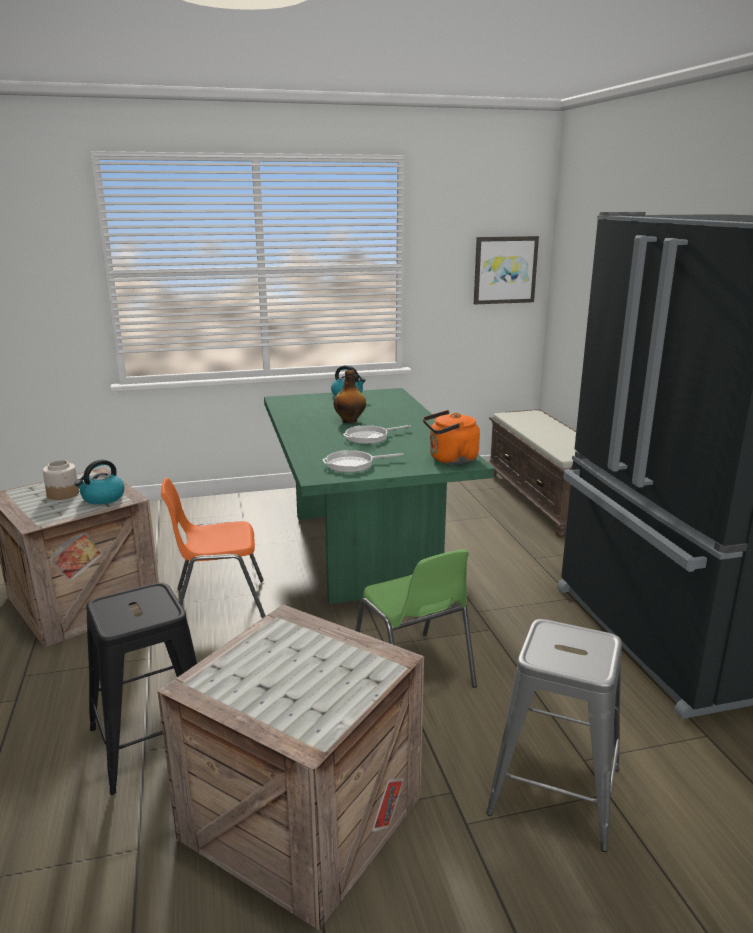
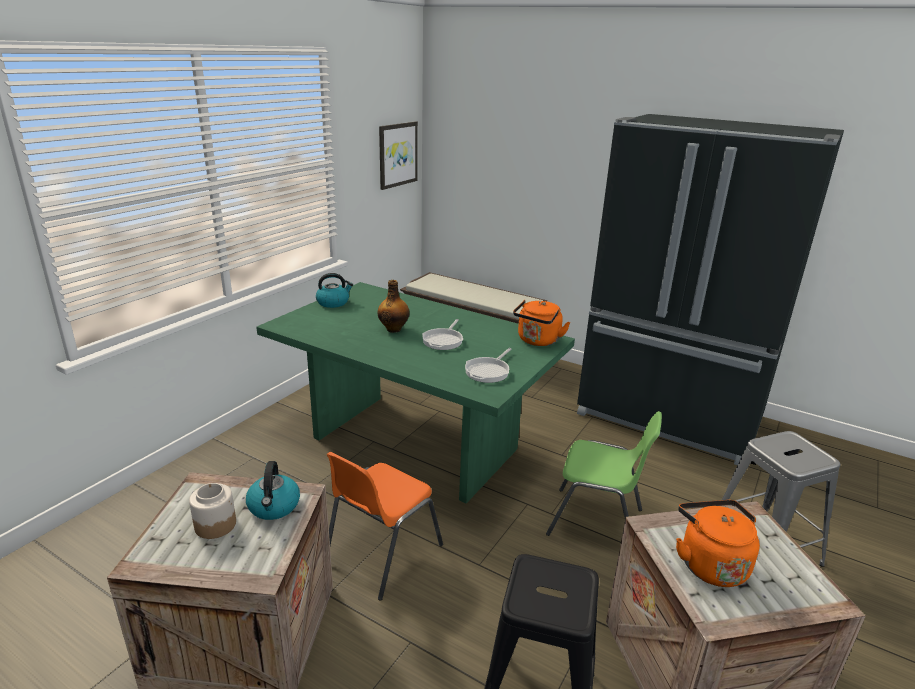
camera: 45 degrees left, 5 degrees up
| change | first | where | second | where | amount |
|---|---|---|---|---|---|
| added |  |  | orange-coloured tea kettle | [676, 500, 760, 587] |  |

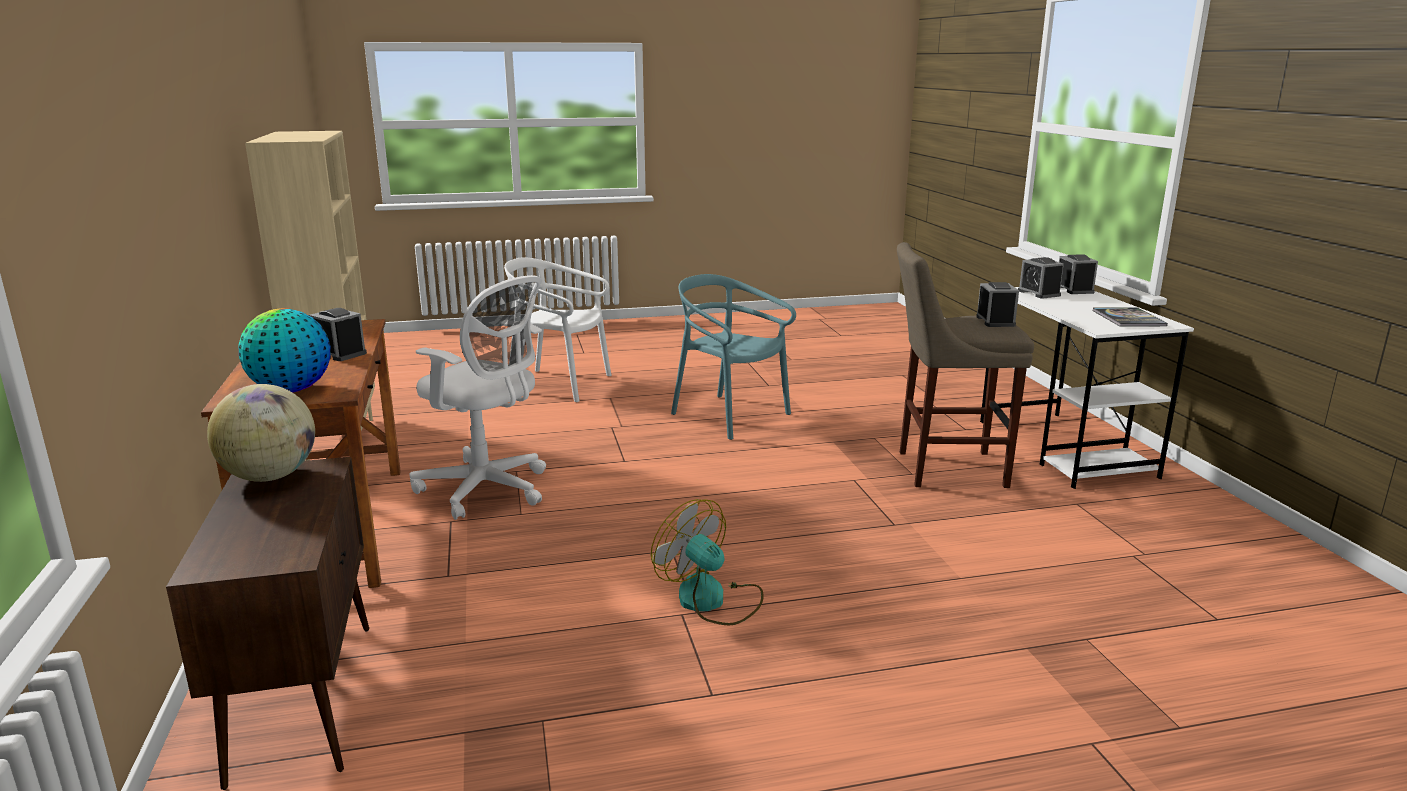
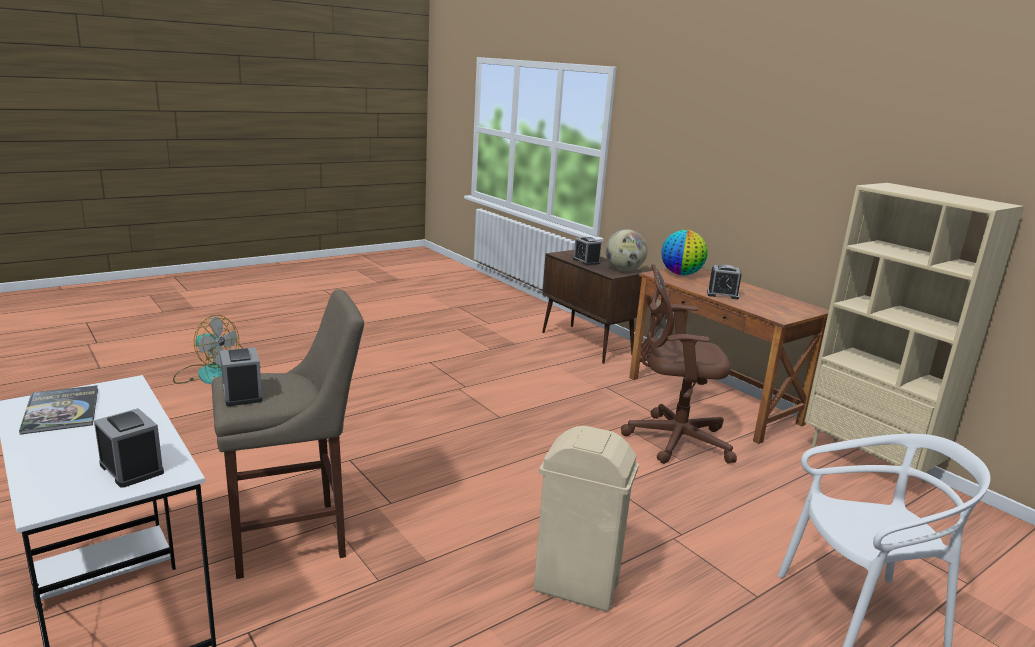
camera: 155 degrees right, 0 degrees up
| change | first | where | second | where | amount |
|---|---|---|---|---|---|
| moved | alarm clock | [1059, 254, 1098, 294] |  | [573, 237, 602, 265] |  |
| replaced | blue-green chair | [671, 274, 796, 440] | beige-coloured trash can | [534, 426, 639, 612] |  |
| recoloured | white-coloured computer chair | [409, 275, 546, 520] | brownish computer chair | [621, 264, 737, 464] |  |
| moved | electric fan | [651, 499, 764, 625] |  | [173, 315, 239, 384] |  |

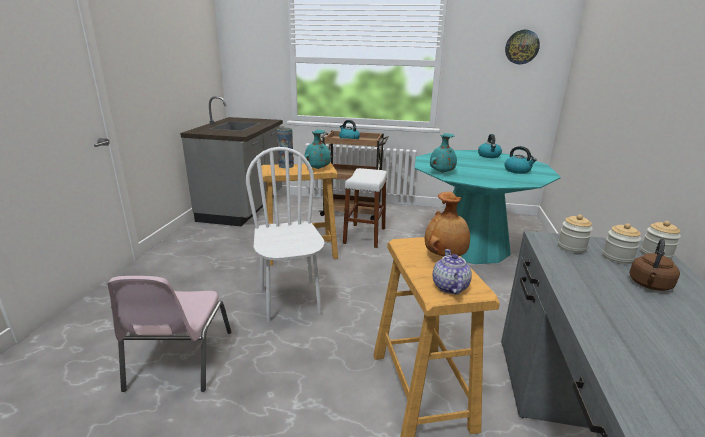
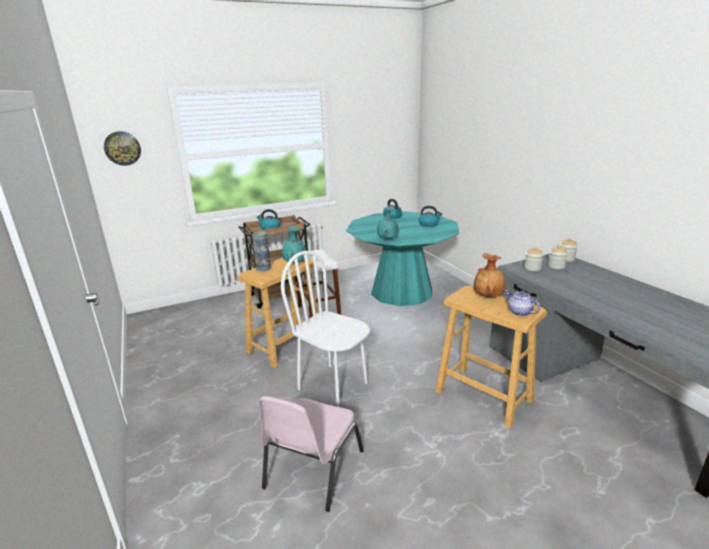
camera: 35 degrees left, 0 degrees up
| change | first | where | second | where | amount |
|---|---|---|---|---|---|
| moved | clock on the wall | [505, 30, 540, 64] |  | [104, 131, 141, 166] |  |
| removed | grey counter | [180, 96, 283, 226] |  |  |  |
| removed | brownish tea kettle | [629, 239, 680, 291] |  |  |  |
| turned | pinkish chair | [108, 276, 231, 392] |  | [259, 396, 364, 512] | 60 degrees clockwise |

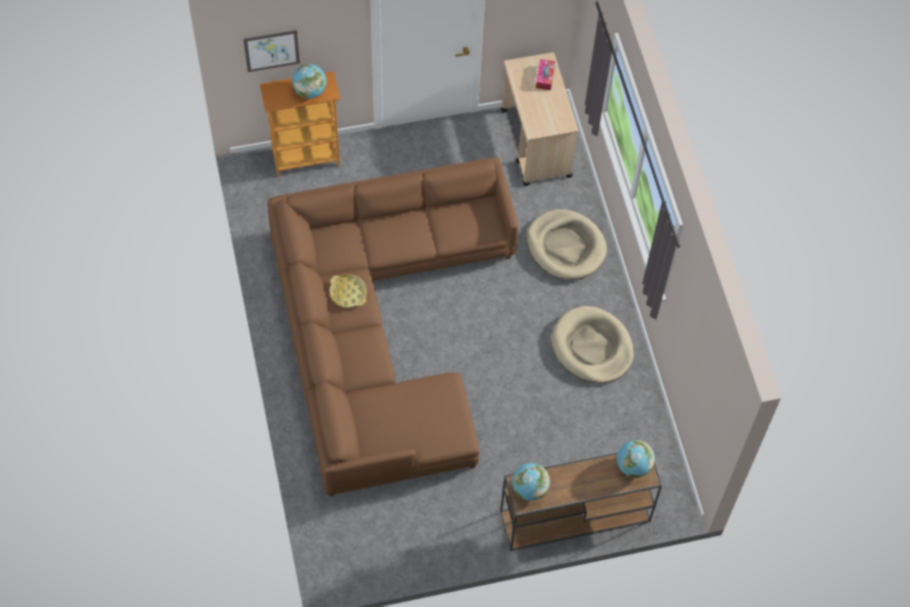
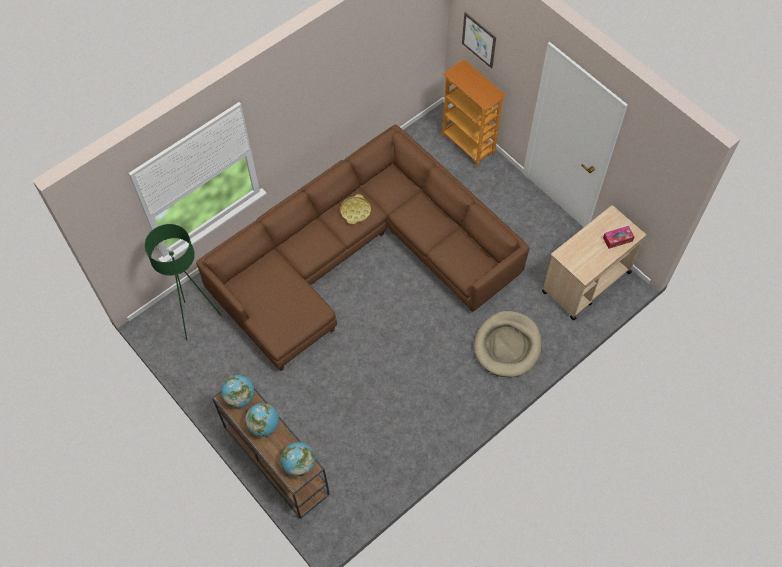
camera: 65 degrees right, 0 degrees up
| change | first | where | second | where | amount |
|---|---|---|---|---|---|
| moved | world globe | [292, 64, 327, 98] |  | [245, 403, 279, 437] |  |
| removed | beige-coloured pet bed | [552, 306, 634, 383] |  |  |  |
| added |  |  | green-coloured floor lamp | [145, 224, 221, 341] |  |

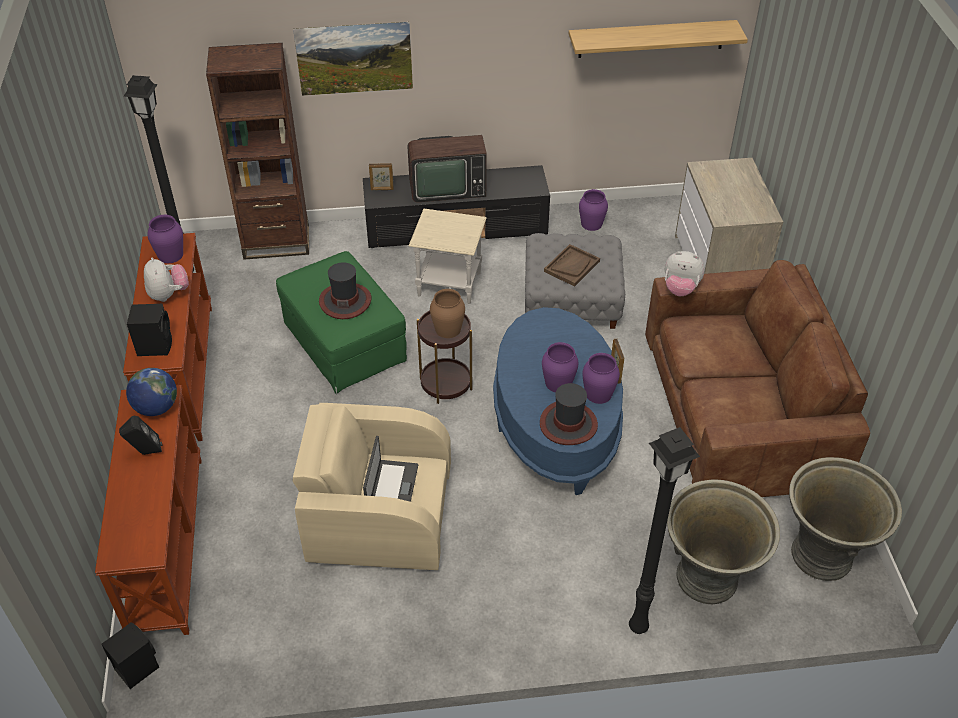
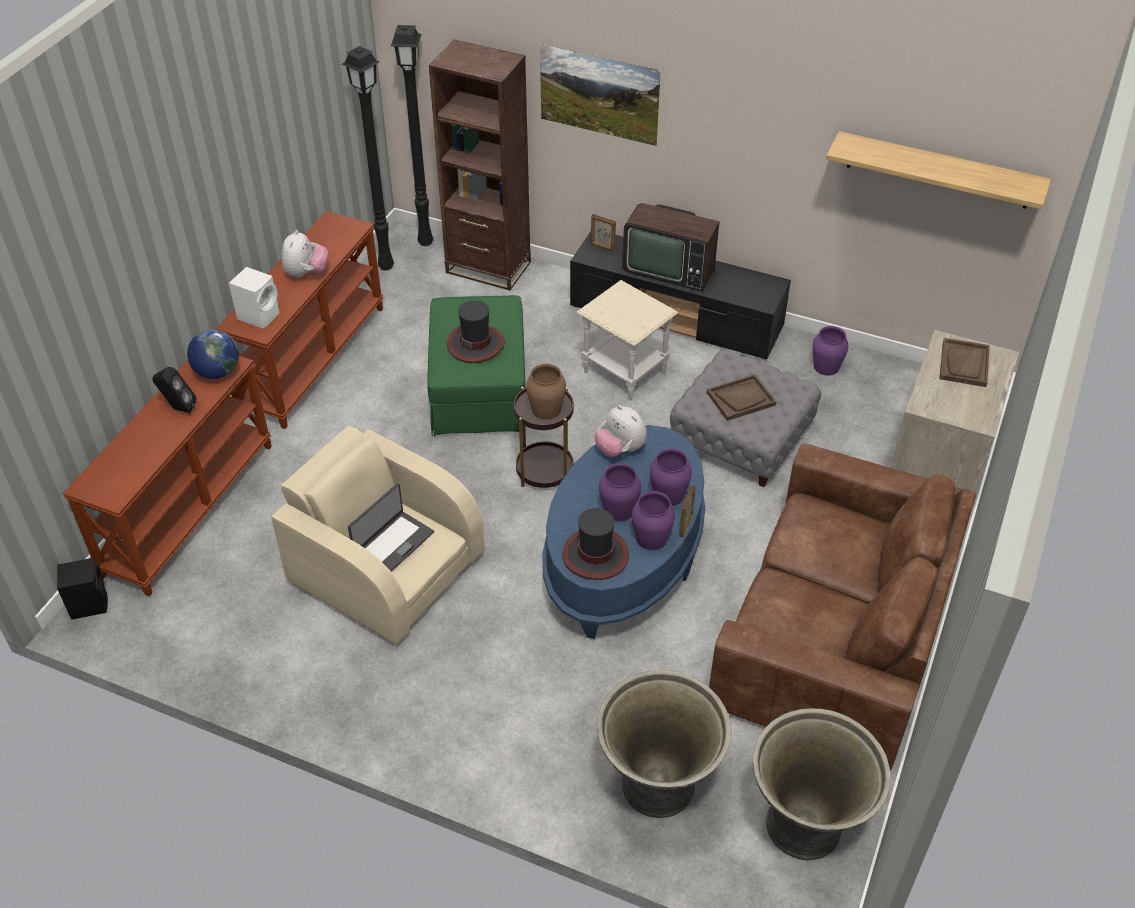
camera: 30 degrees right, 0 degrees up
| change | first | where | second | where | amount |
|---|---|---|---|---|---|
| moved | purplish flower vase | [147, 215, 183, 263] |  | [650, 448, 692, 506] |  |
| moved | soft toy | [665, 251, 705, 296] |  | [595, 405, 647, 457] |  |
| recoloured | black loudspeaker | [127, 303, 172, 356] | white-coloured loudspeaker | [229, 267, 279, 329] |  |
| moved | black floor lamp | [629, 427, 700, 634] |  | [391, 25, 433, 246] |  |
| added |  |  | brownish carrying tray | [939, 338, 990, 387] |  |

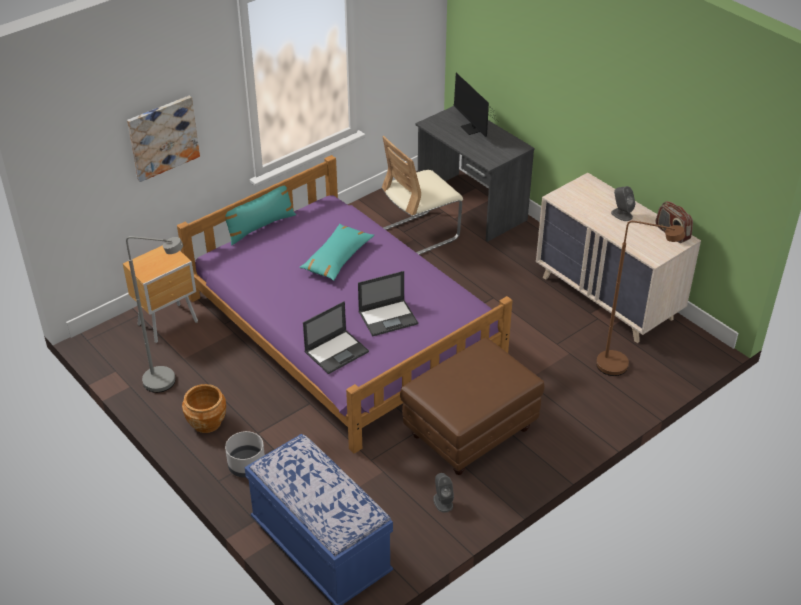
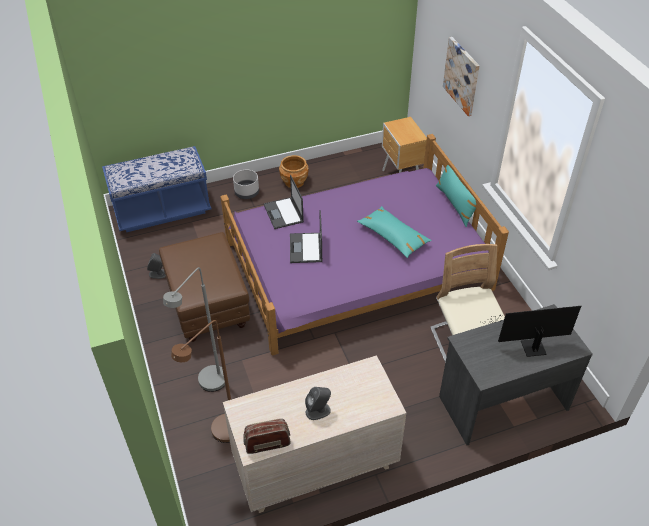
camera: 110 degrees right, 5 degrees up
| change | first | where | second | where | amount |
|---|---|---|---|---|---|
| moved | grey floor lamp | [126, 236, 183, 393] |  | [163, 267, 225, 392] |  |

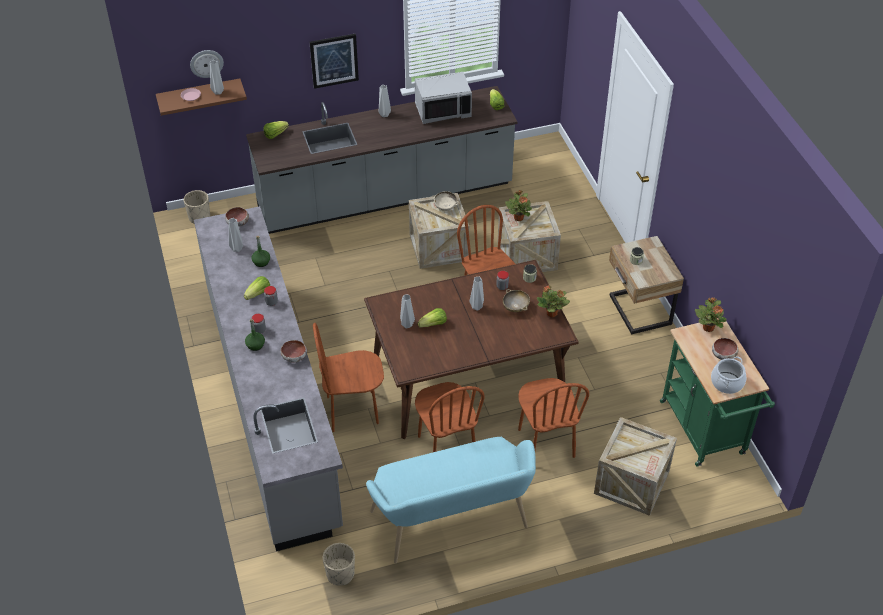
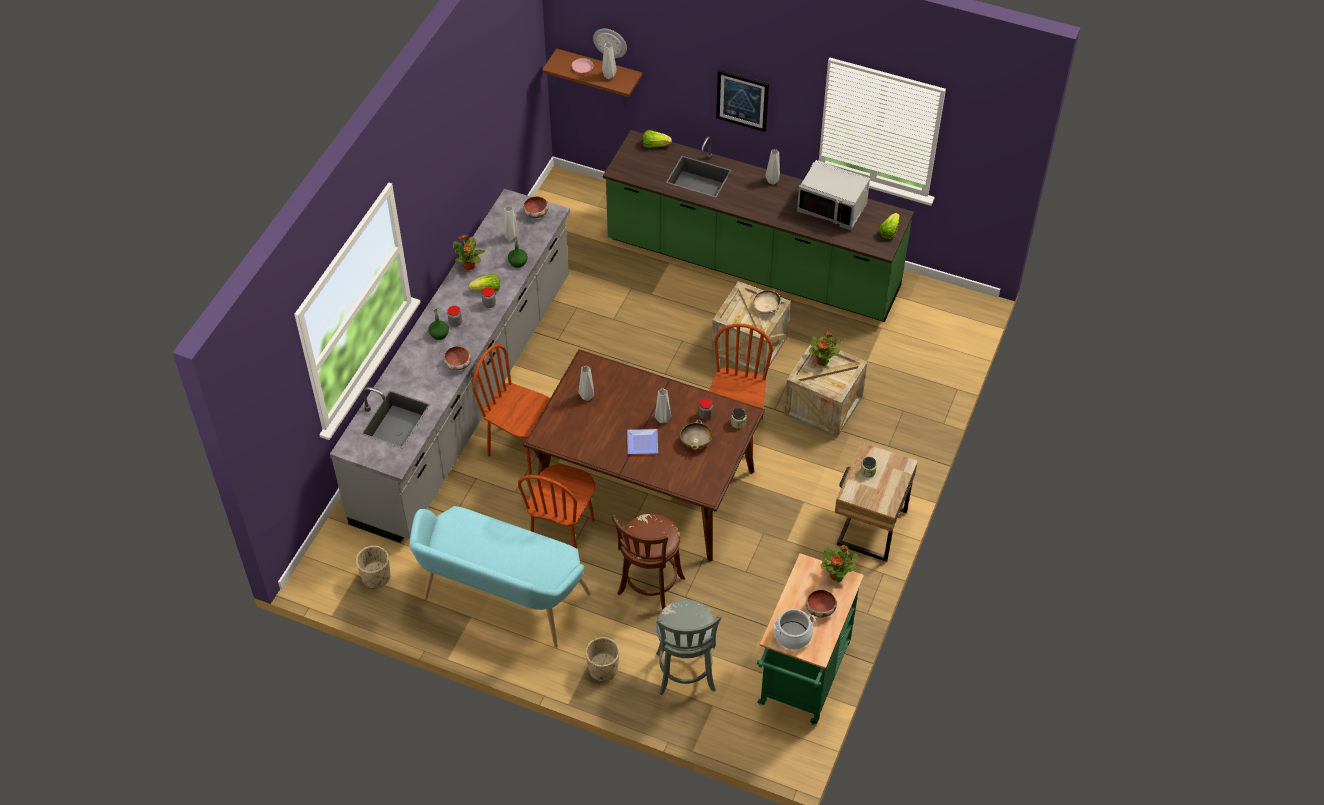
camera: 40 degrees right, 5 degrees up
| change | first | where | second | where | amount |
|---|---|---|---|---|---|
| recoloured | grey counter | [246, 86, 518, 234] | green-coloured counter | [603, 130, 914, 322] |  |
| moved | beige-coloured plant pot | [183, 190, 210, 224] |  | [586, 637, 619, 681] |  |
| moved | plant in a pot | [537, 285, 570, 317] |  | [453, 235, 485, 270] |  |
| removed | head of lettuce | [418, 308, 447, 328] |  |  |  |
| replaced | brownish chair | [518, 378, 589, 458] | brownish stool | [612, 514, 685, 610] |  |
| replaced | shipping crate | [594, 417, 677, 516] | grey stool | [656, 600, 722, 695] |  |
| added |  |  | plate | [627, 429, 658, 454] |  |

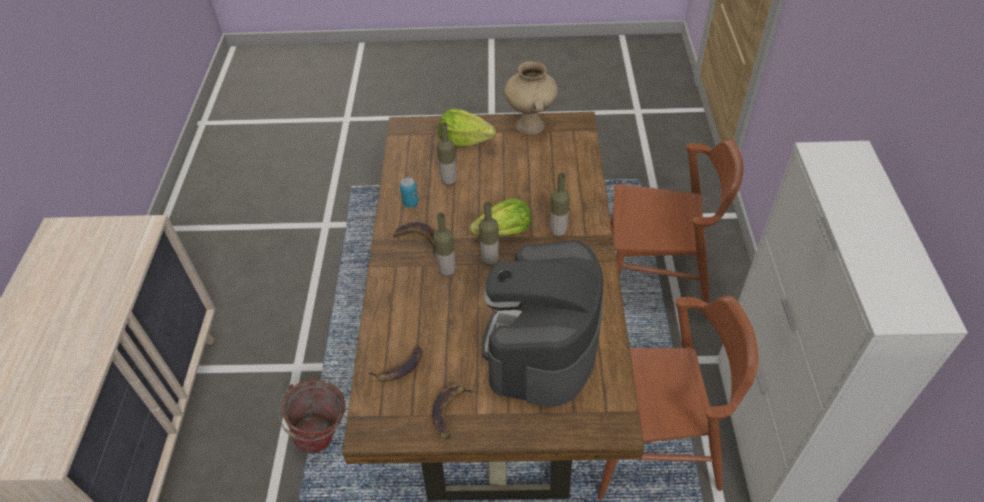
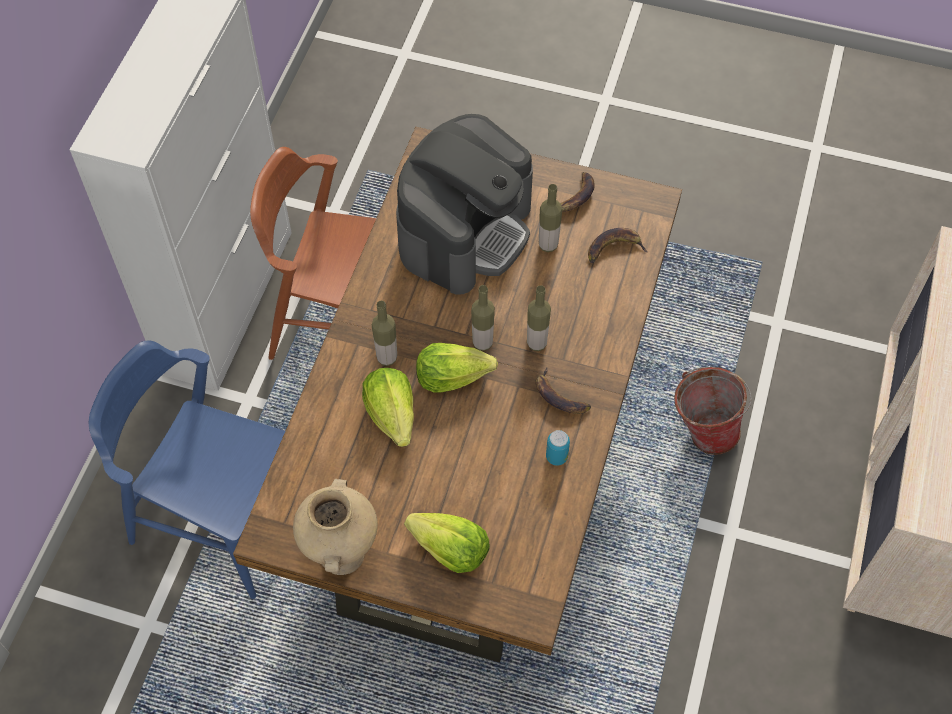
camera: 165 degrees left, 10 degrees up
| change | first | where | second | where | amount |
|---|---|---|---|---|---|
| moved | drink bottle | [437, 122, 457, 186] |  | [539, 184, 562, 252] |  |
| recoloured | brownish chair | [611, 139, 743, 320] | blue-coloured chair | [89, 340, 285, 599] |  |
| added |  |  | head of lettuce | [362, 368, 414, 447] |  |

